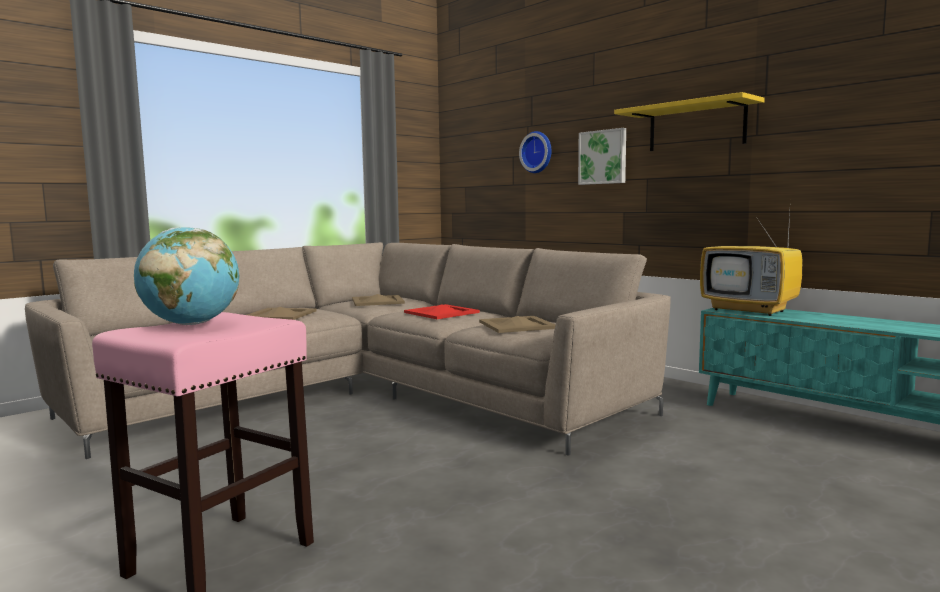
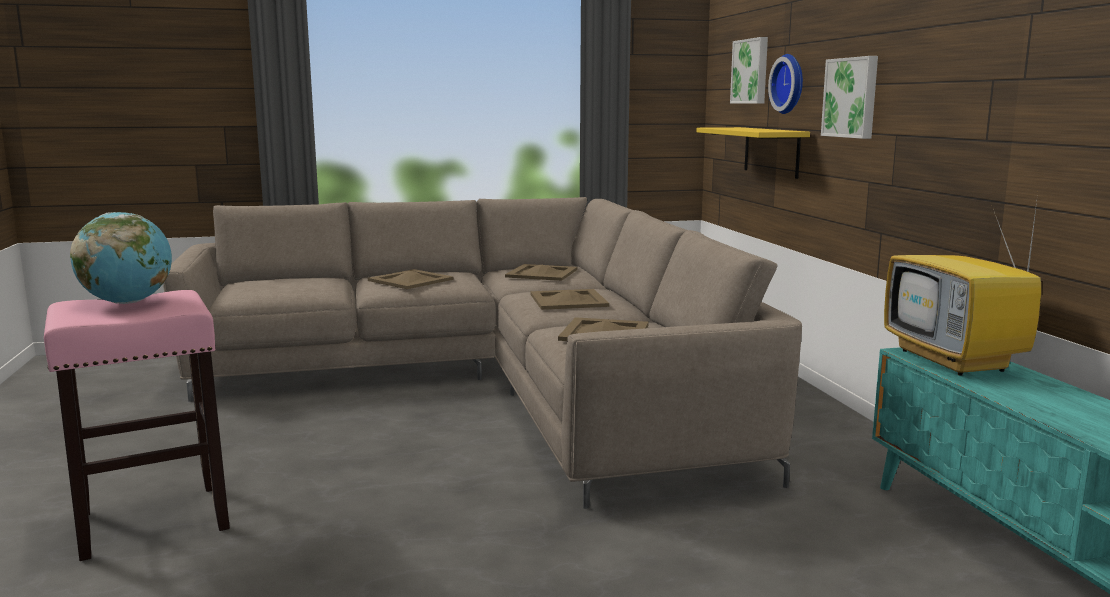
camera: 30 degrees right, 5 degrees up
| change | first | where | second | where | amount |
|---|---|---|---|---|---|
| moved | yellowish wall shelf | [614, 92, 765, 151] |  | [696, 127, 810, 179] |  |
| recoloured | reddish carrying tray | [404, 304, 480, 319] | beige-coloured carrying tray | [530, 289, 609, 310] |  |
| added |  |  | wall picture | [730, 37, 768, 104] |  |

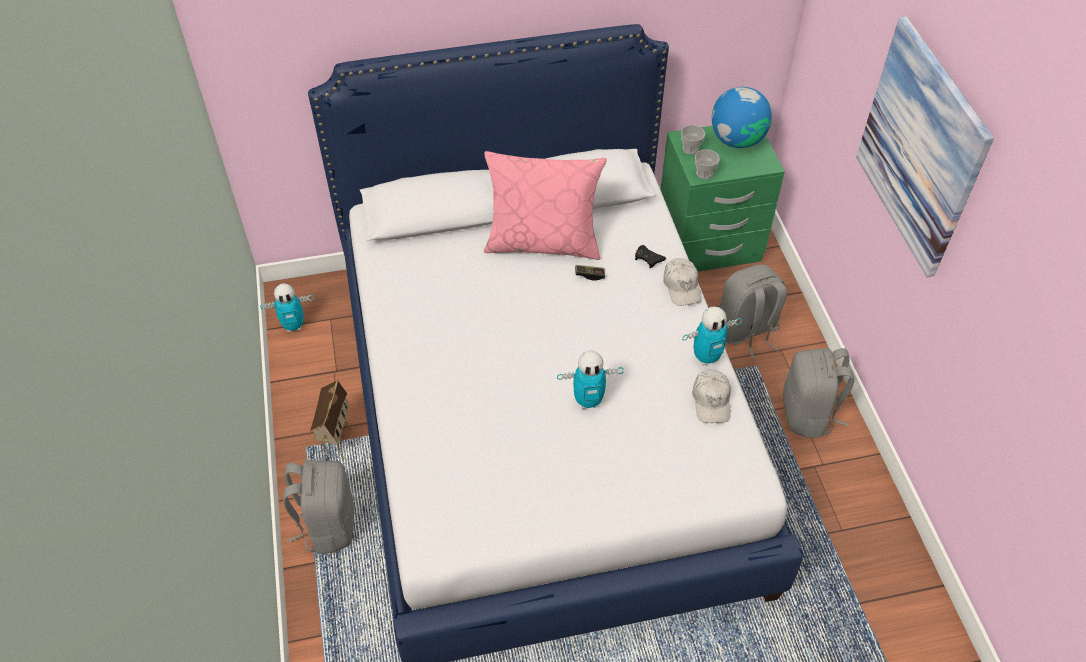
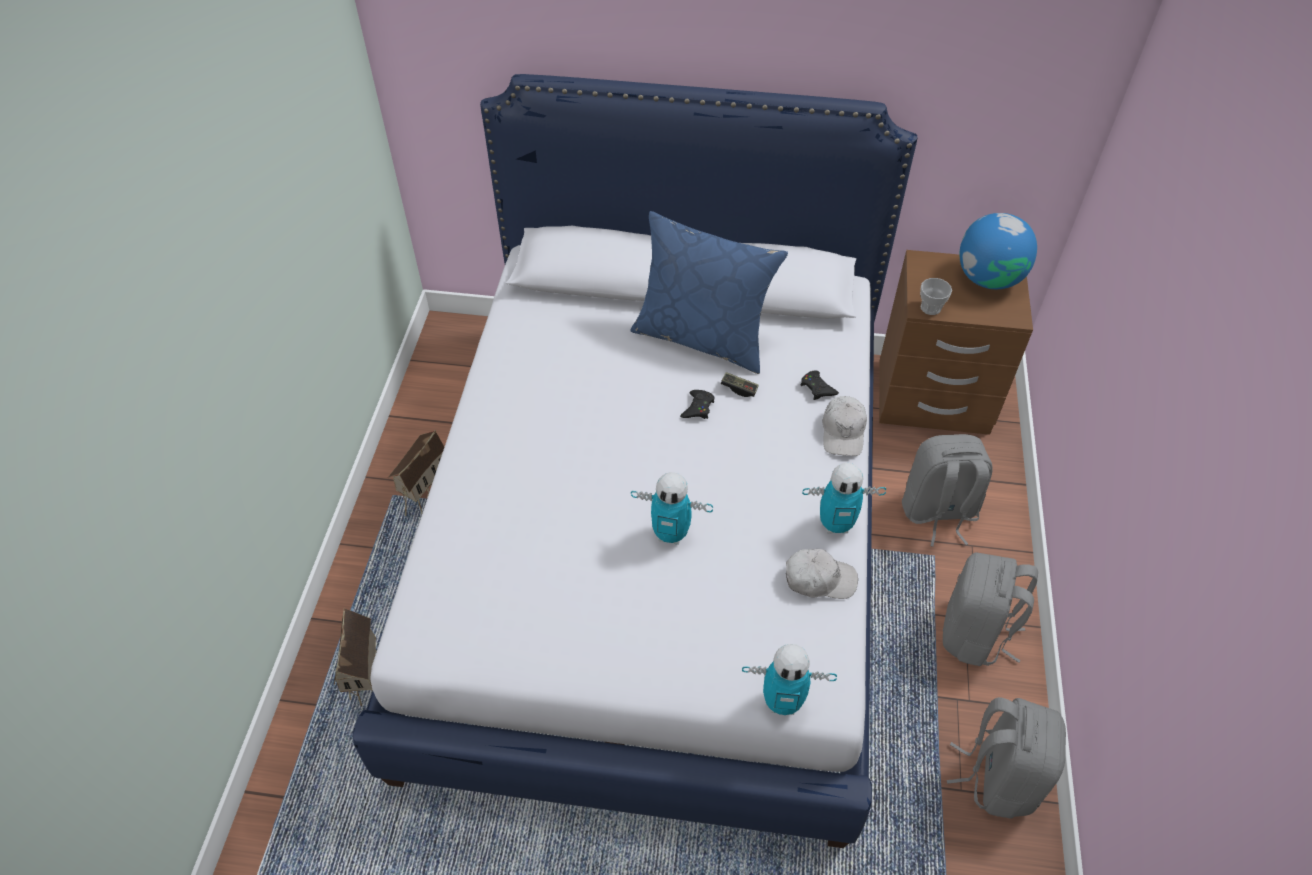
camera: 20 degrees right, 0 degrees up
| change | first | where | second | where | amount |
|---|---|---|---|---|---|
| removed | wall picture | [856, 16, 994, 278] |  |  |  |
| removed | drinking cup | [681, 125, 705, 155] |  |  |  |
| recoloured | green-coloured bedside table | [660, 126, 785, 272] | brownish bedside table | [879, 250, 1033, 435] |  |
| recoloured | pinkish throw pillow | [484, 151, 607, 260] | blue-coloured throw pillow | [630, 211, 788, 374] |  |
| moved | robot figure | [260, 283, 314, 332] |  | [742, 644, 837, 715] |  |
| turned | white-coloured cap | [692, 370, 731, 423] |  | [786, 549, 858, 599] | 105 degrees counterclockwise |
| moved | grey backpack | [283, 460, 354, 554] |  | [947, 697, 1066, 819] |  |
| added |  |  | black game controller | [680, 390, 714, 419] |  |
| added |  |  | miniature house | [334, 607, 377, 706] |  |

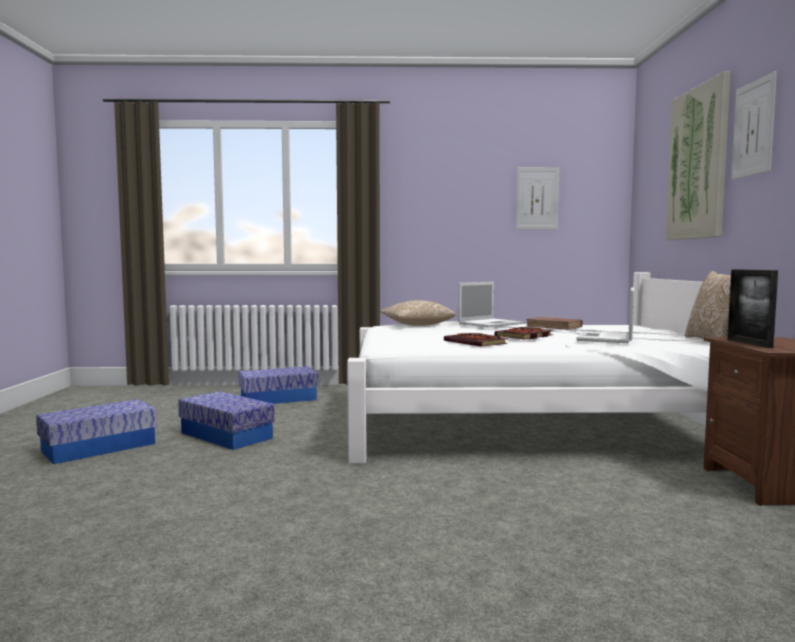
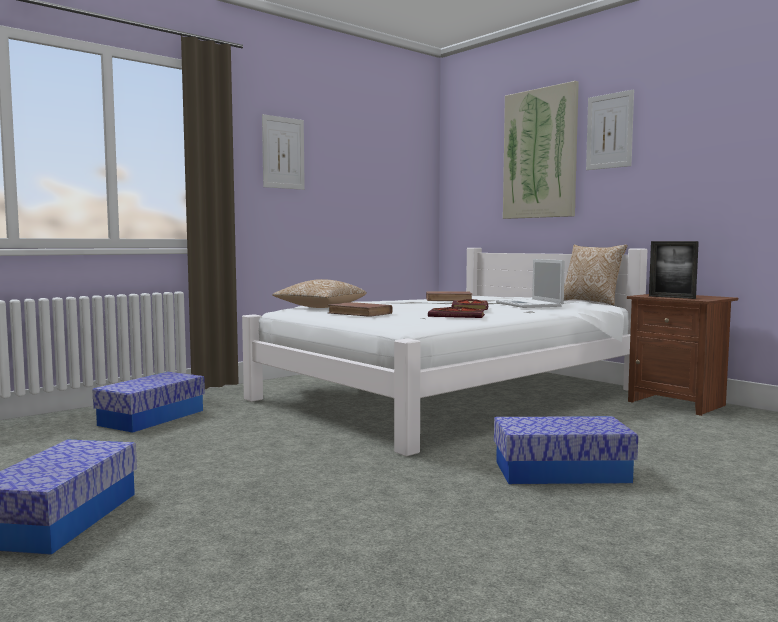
camera: 40 degrees left, 0 degrees up
| change | first | where | second | where | amount |
|---|---|---|---|---|---|
| moved | wall picture | [516, 167, 559, 230] |  | [262, 114, 305, 190] |  |
| removed | laptop | [458, 282, 523, 328] |  |  |  |
| moved | storage box | [178, 391, 275, 450] |  | [494, 416, 638, 484] |  |
| added |  |  | brownish volume | [328, 302, 393, 317] |  |

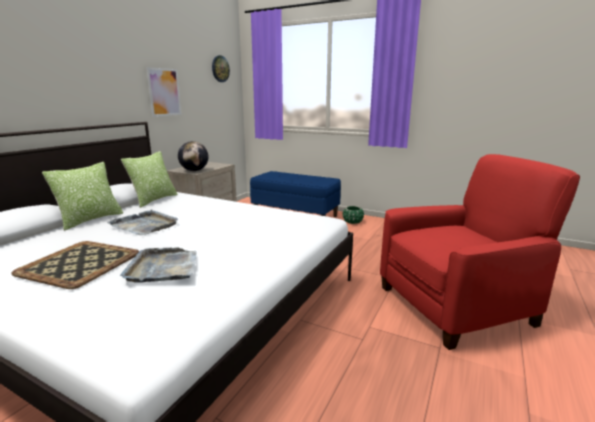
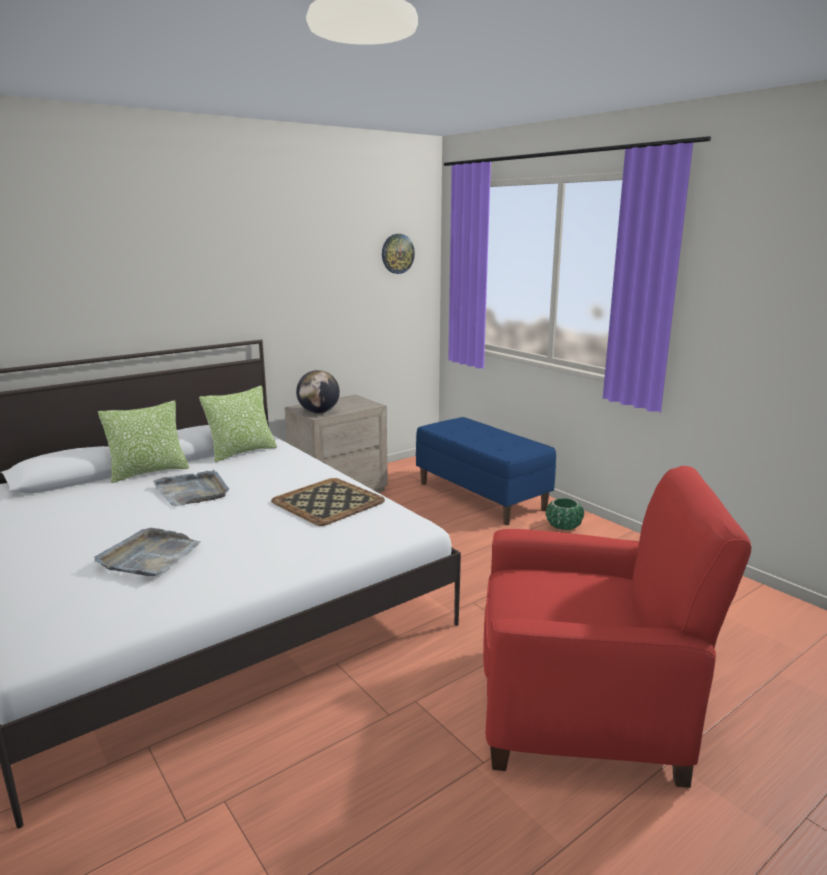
camera: 25 degrees right, 0 degrees up
| change | first | where | second | where | amount |
|---|---|---|---|---|---|
| removed | wall picture | [146, 67, 182, 117] |  |  |  |
| moved | carrying tray | [11, 241, 139, 289] |  | [271, 478, 385, 526] |  |

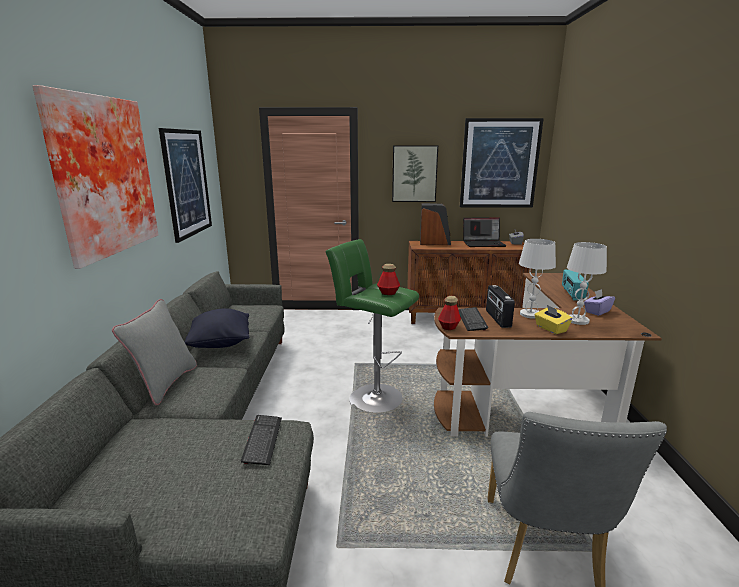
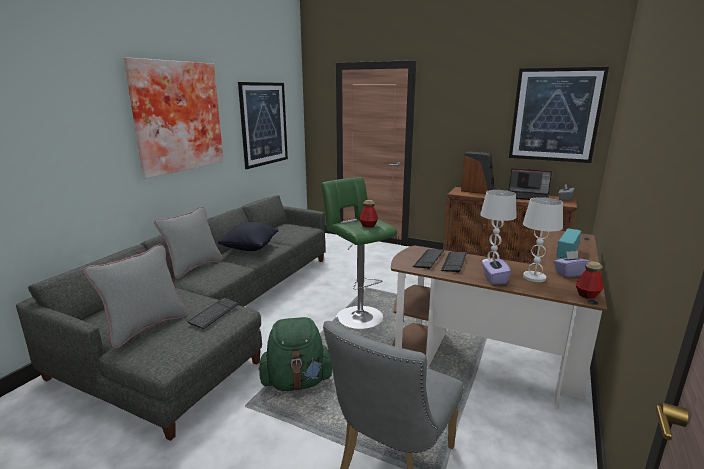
camera: 25 degrees right, 0 degrees up
| change | first | where | second | where | amount |
|---|---|---|---|---|---|
| removed | wall picture | [392, 145, 438, 202] |  |  |  |
| replaced | radio set | [486, 285, 515, 328] | PC keyboard | [441, 252, 467, 273] |  |
| moved | drink bottle | [438, 296, 461, 330] |  | [576, 261, 604, 299] |  |
| recoloured | yellowish tissue box | [535, 305, 572, 334] | purplish tissue box | [482, 255, 511, 284] |  |
| added |  |  | grey throw pillow | [83, 245, 187, 348] |  |
| added |  |  | green-coloured backpack | [259, 317, 332, 391] |  |

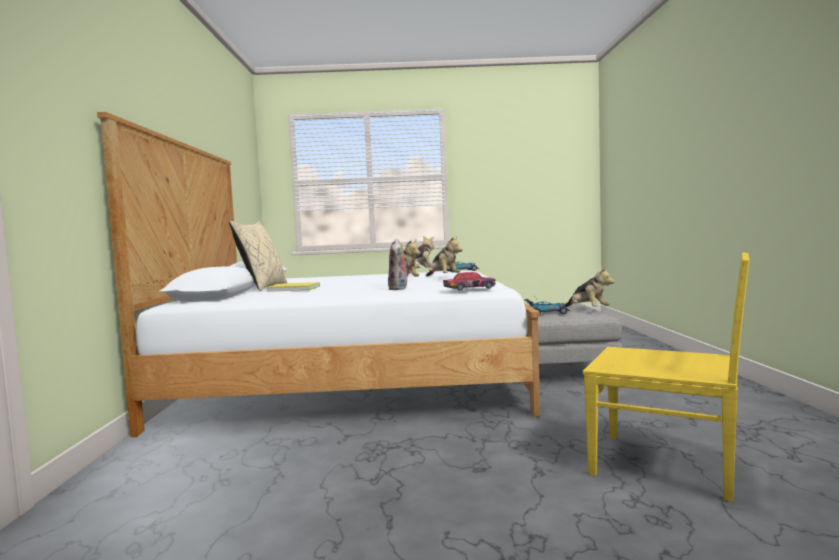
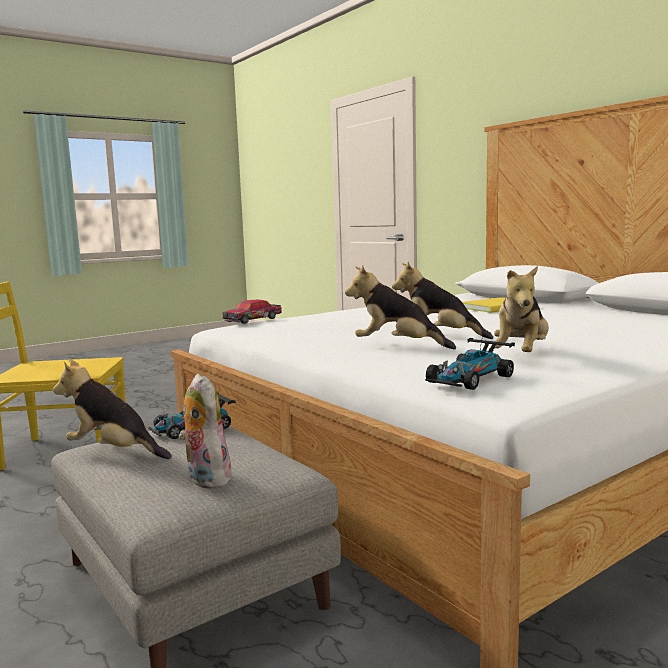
camera: 145 degrees right, 5 degrees up
| change | first | where | second | where | amount |
|---|---|---|---|---|---|
| removed | beige-coloured throw pillow | [229, 221, 287, 291] |  |  |  |
| moved | soft toy | [388, 238, 410, 290] |  | [178, 374, 231, 489] |  |

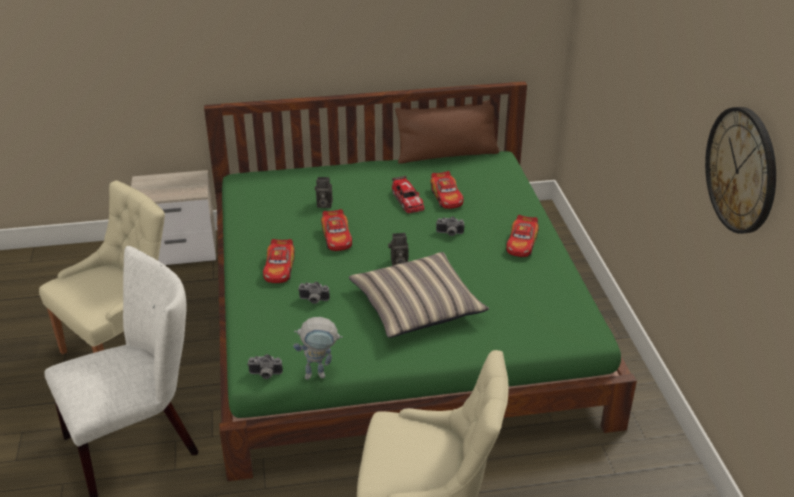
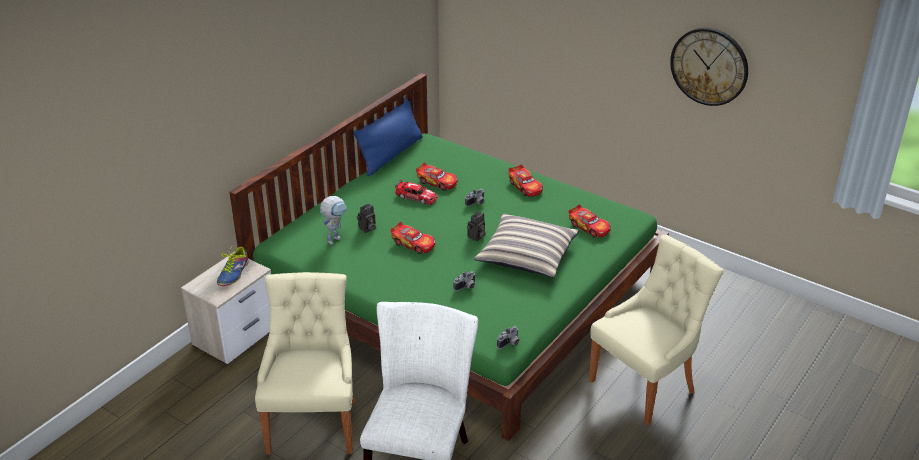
camera: 45 degrees left, 0 degrees up
| change | first | where | second | where | amount |
|---|---|---|---|---|---|
| recoloured | brownish throw pillow | [395, 100, 499, 164] | blue-coloured throw pillow | [354, 96, 423, 176] |  |
| moved | model car | [263, 239, 295, 283] |  | [569, 204, 611, 238] |  |
| moved | robot figure | [293, 317, 343, 380] |  | [320, 196, 347, 245] |  |
| added |  |  | low shoe | [217, 247, 249, 286] |  |

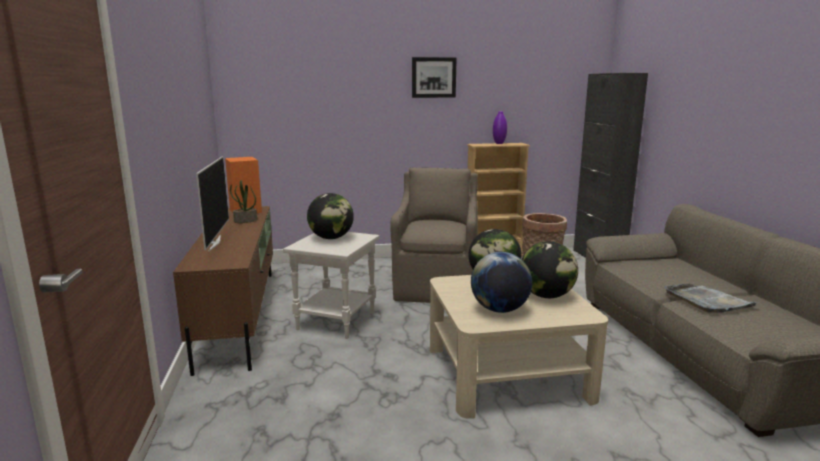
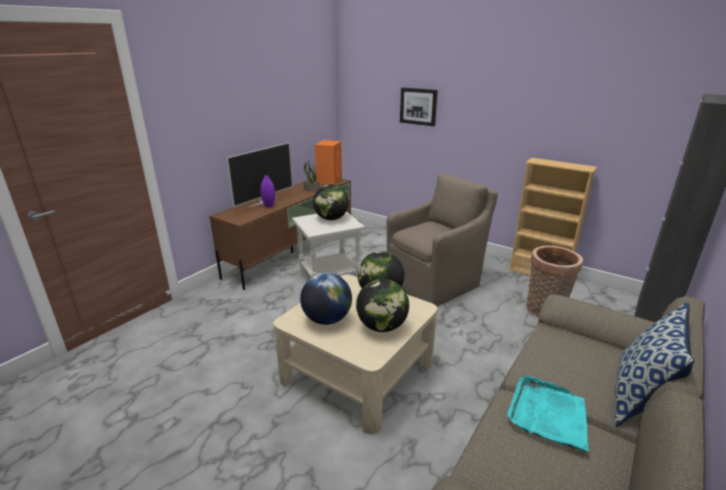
camera: 45 degrees right, 10 degrees up
| change | first | where | second | where | amount |
|---|---|---|---|---|---|
| moved | wall picture | [412, 57, 457, 98] |  | [400, 88, 438, 126] |  |
| moved | purplish flower vase | [493, 111, 507, 144] |  | [260, 175, 275, 207] |  |
| recoloured | grey carrying tray | [664, 283, 759, 313] | blue-green carrying tray | [507, 375, 589, 452] |  |
| added |  |  | throw pillow | [615, 302, 695, 427] |  |

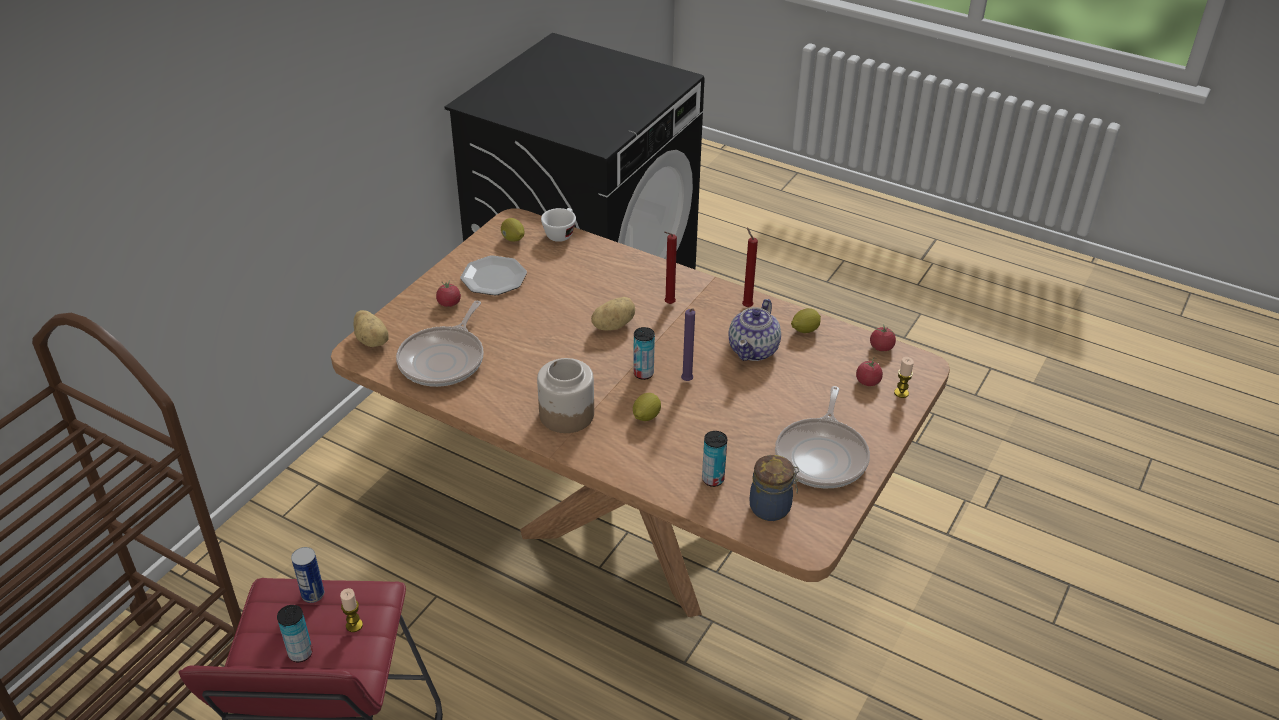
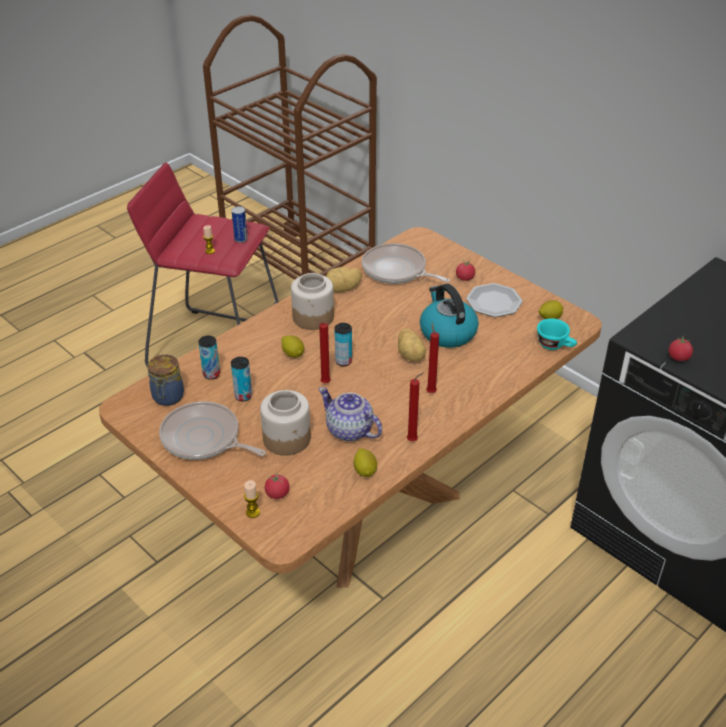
camera: 105 degrees right, 0 degrees up
| change | first | where | second | where | amount |
|---|---|---|---|---|---|
| recoloured | white-coloured drinking cup | [541, 208, 576, 242] | blue-green drinking cup | [537, 318, 577, 350] |  |
| recoloured | purplish wax light | [681, 308, 695, 381] | reddish wax light | [314, 318, 331, 383] |  |
| moved | potato | [354, 310, 389, 347] |  | [325, 267, 362, 292] |  |
| moved | whole tomato | [870, 324, 896, 351] |  | [668, 337, 693, 361] |  |
| moved | can | [277, 605, 313, 662] |  | [231, 357, 252, 401] |  |
| added |  |  | tea kettle | [420, 284, 479, 348] |  |
| added |  |  | preserve jar | [260, 390, 311, 456] |  |

